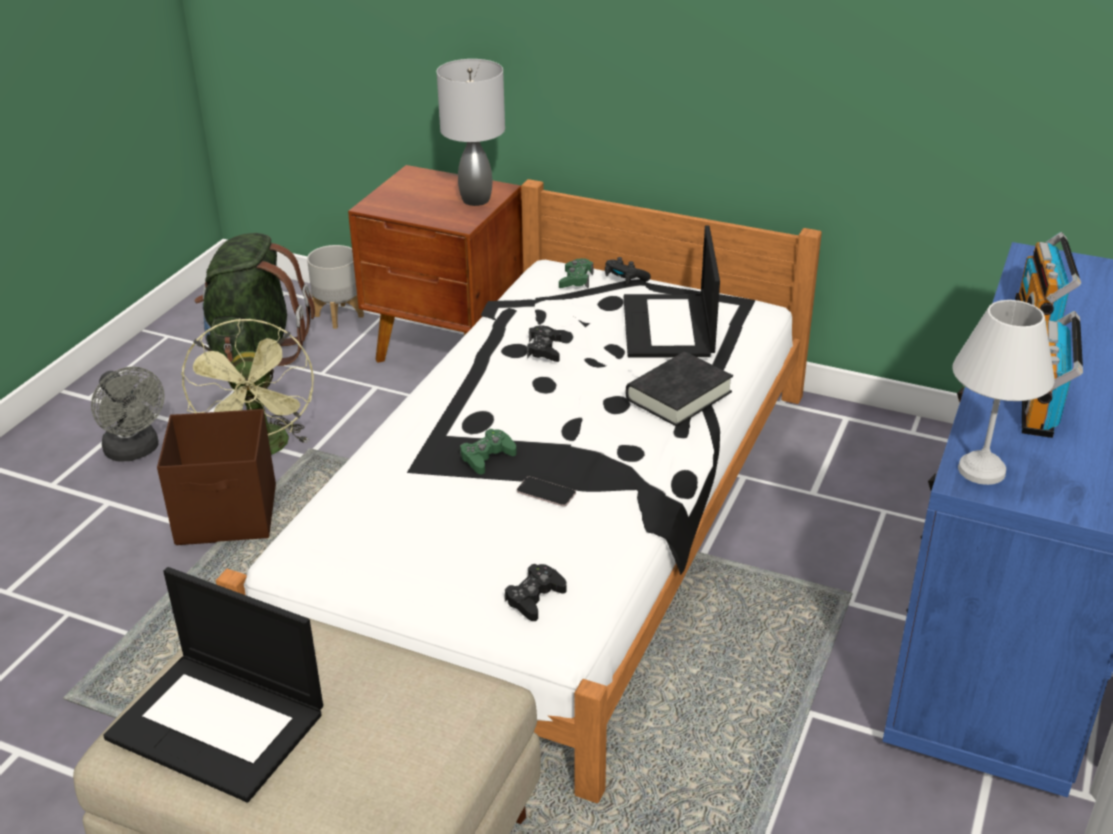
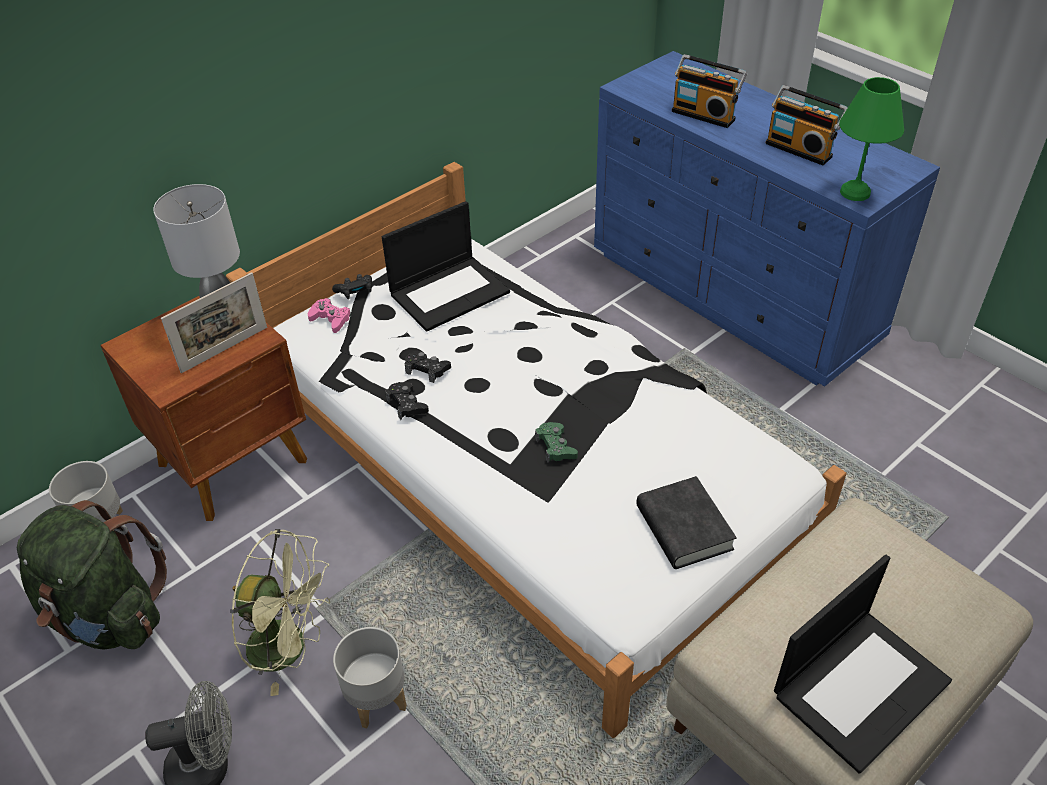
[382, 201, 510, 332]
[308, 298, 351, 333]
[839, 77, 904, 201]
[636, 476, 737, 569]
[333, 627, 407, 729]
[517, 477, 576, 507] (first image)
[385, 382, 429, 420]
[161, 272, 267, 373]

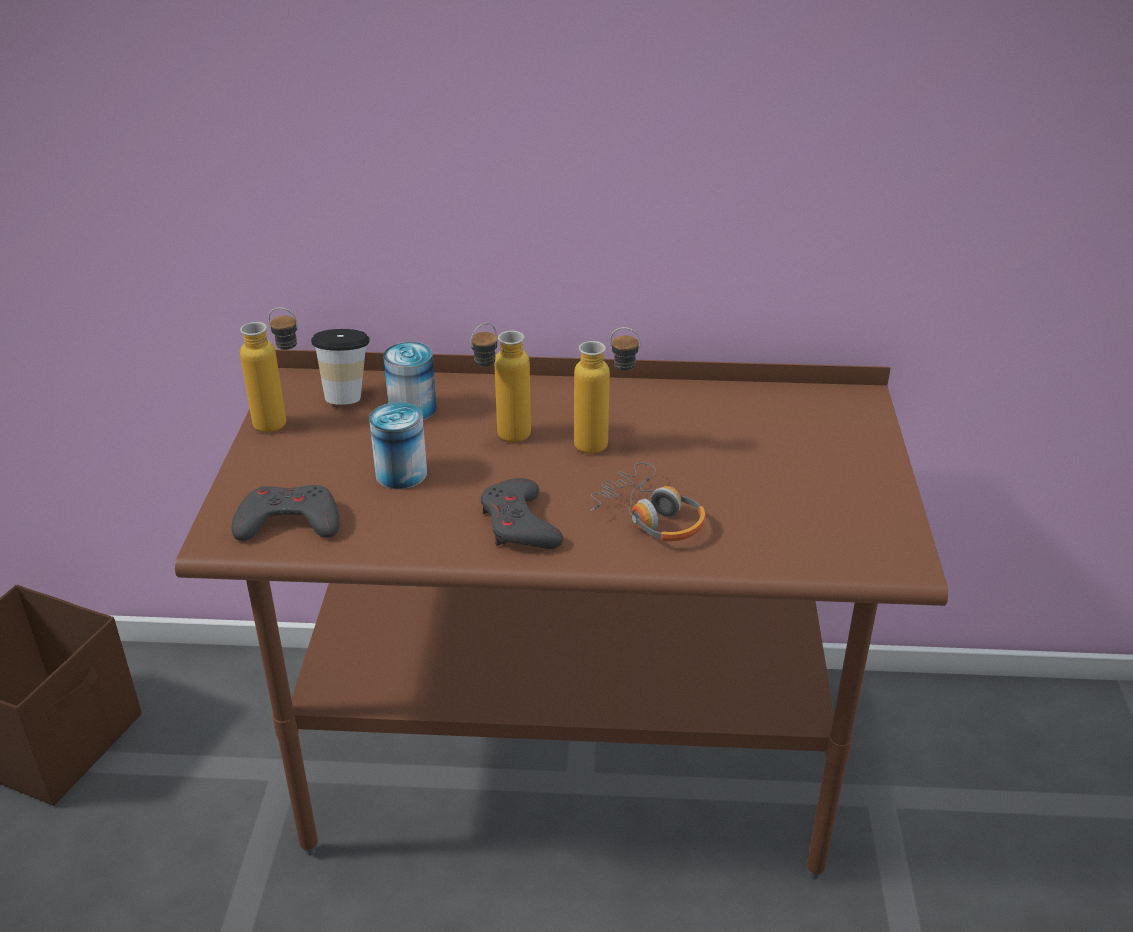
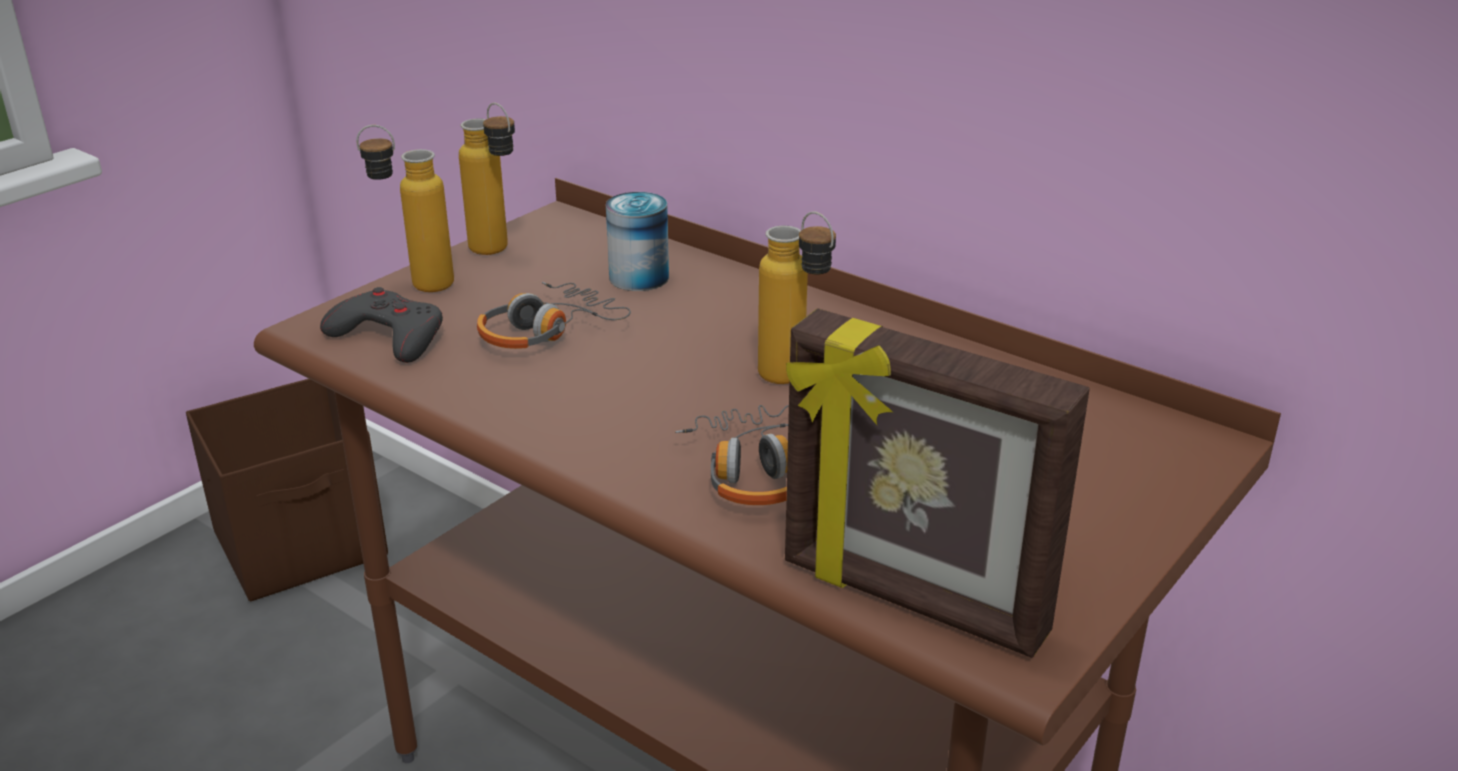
[356, 125, 454, 292]
[311, 329, 370, 405] (first image)
[477, 282, 631, 349]
[481, 478, 563, 549] (first image)
[785, 308, 1090, 658]

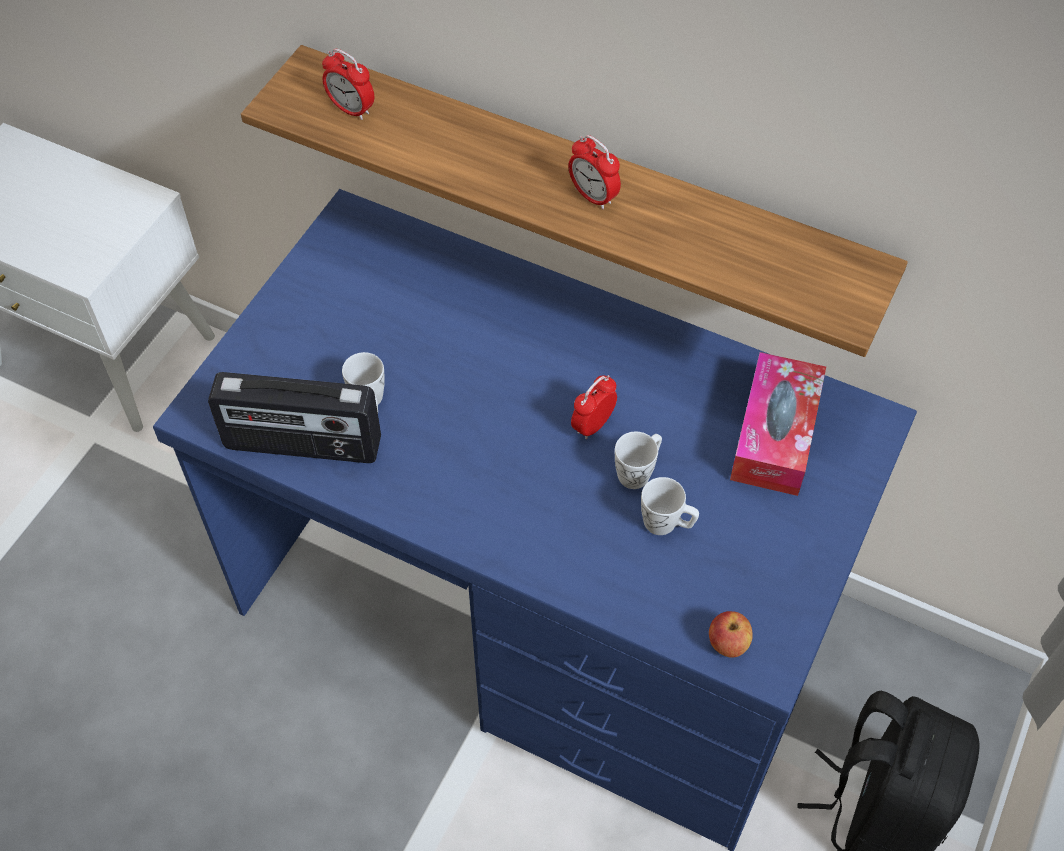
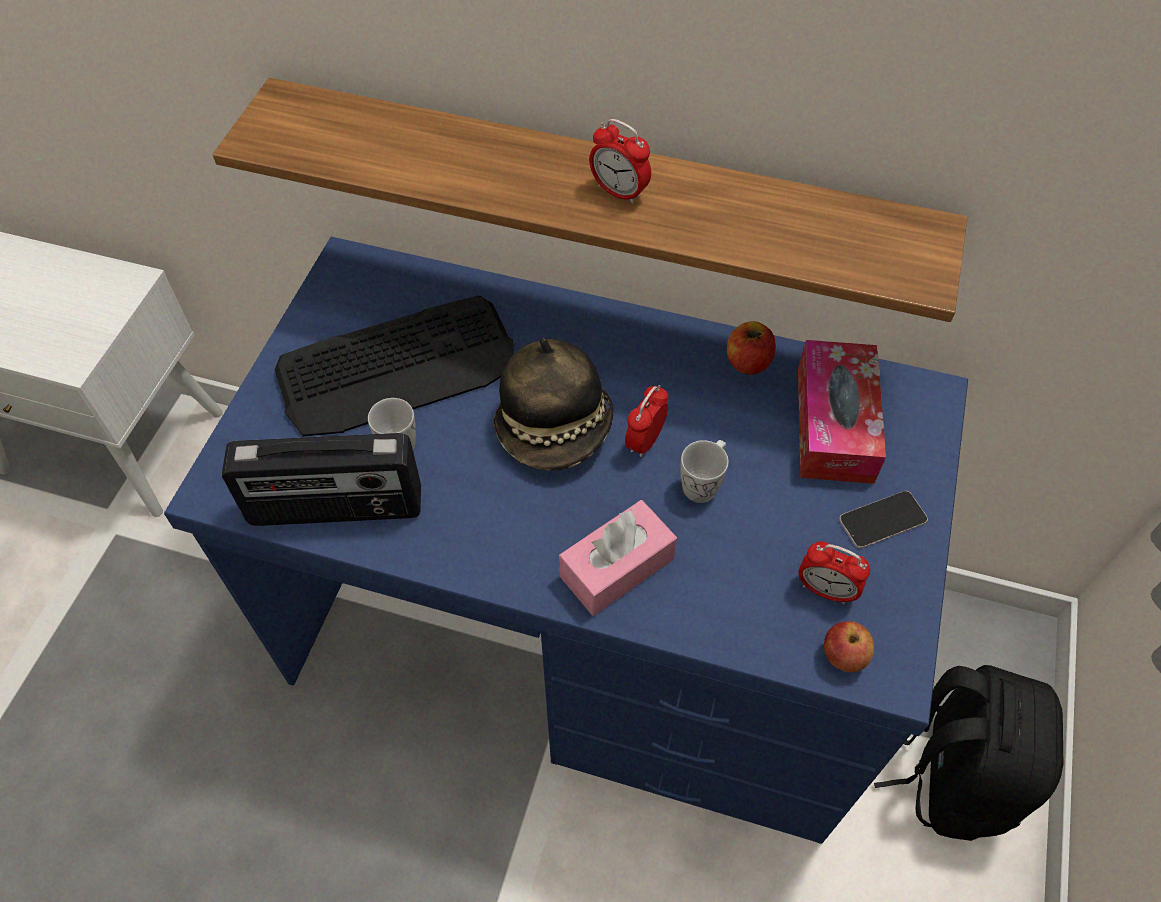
[798, 541, 870, 604]
[641, 477, 699, 535] (first image)
[274, 296, 514, 436]
[727, 321, 776, 375]
[494, 338, 614, 471]
[839, 491, 928, 548]
[559, 500, 677, 616]

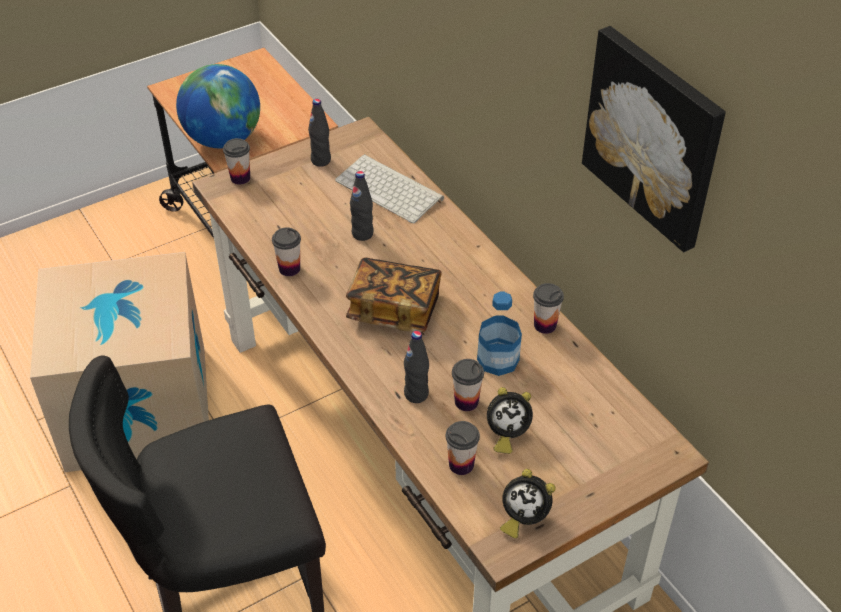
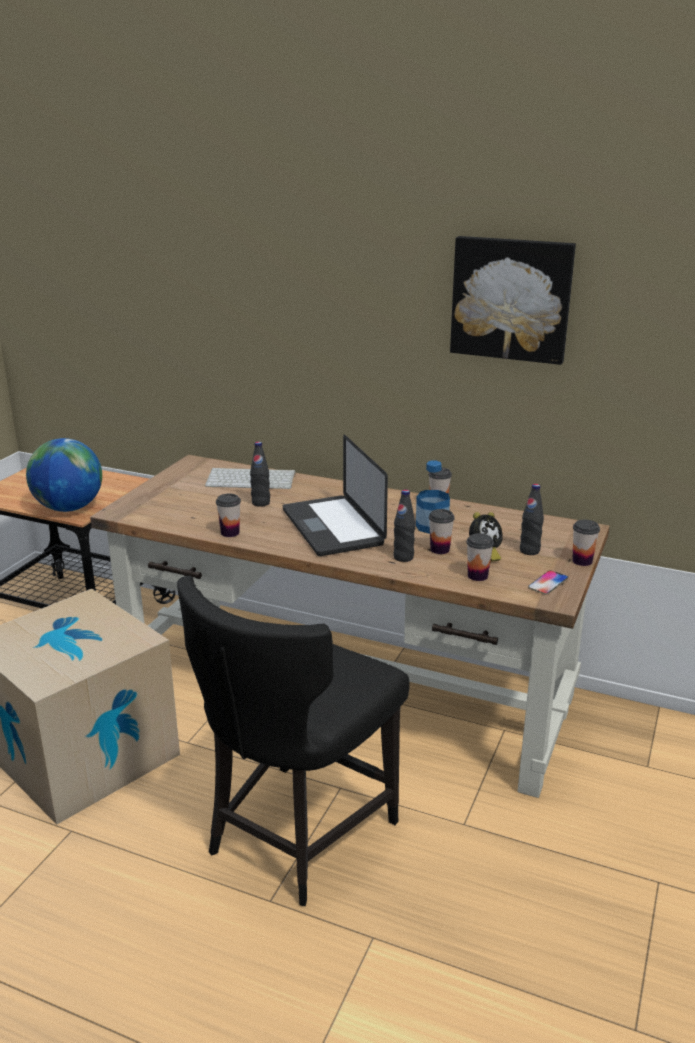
[520, 484, 544, 555]
[572, 520, 600, 566]
[283, 435, 388, 556]
[528, 570, 568, 595]

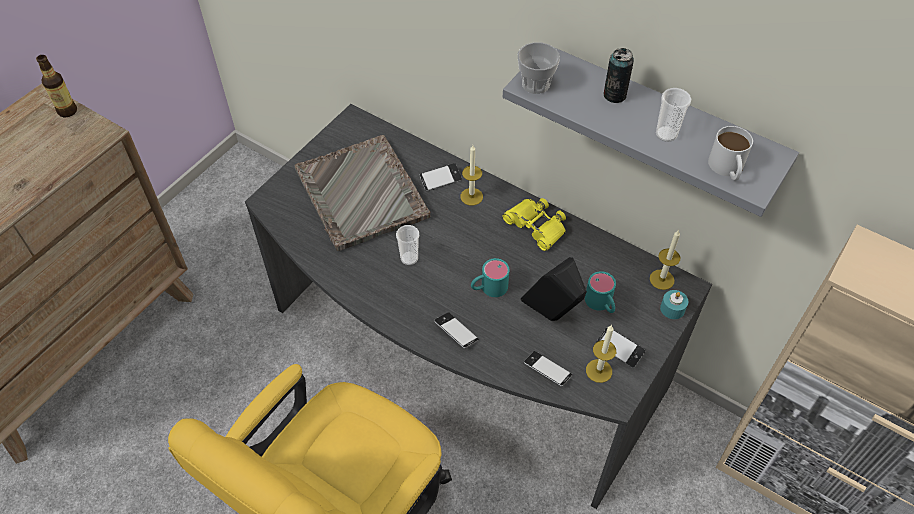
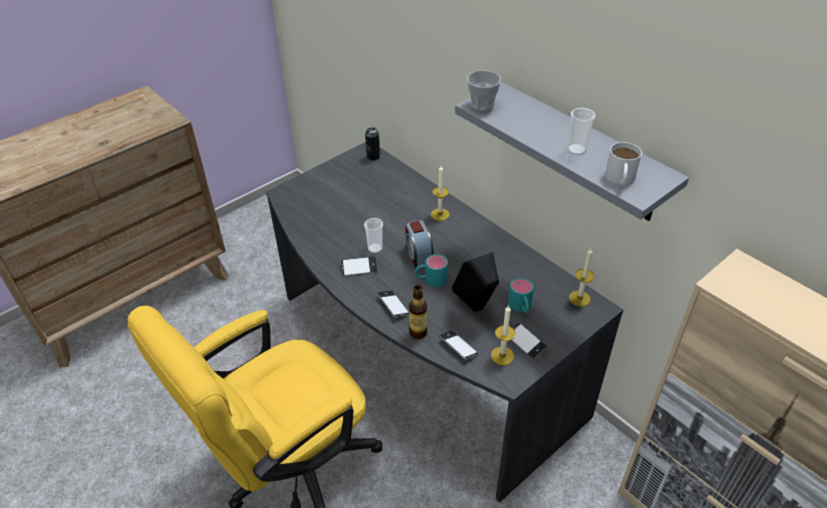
[365, 127, 380, 161]
[409, 285, 427, 339]
[294, 135, 430, 251] (first image)
[341, 256, 378, 276]
[502, 198, 566, 251] (first image)
[660, 290, 688, 319] (first image)
[405, 220, 434, 267]

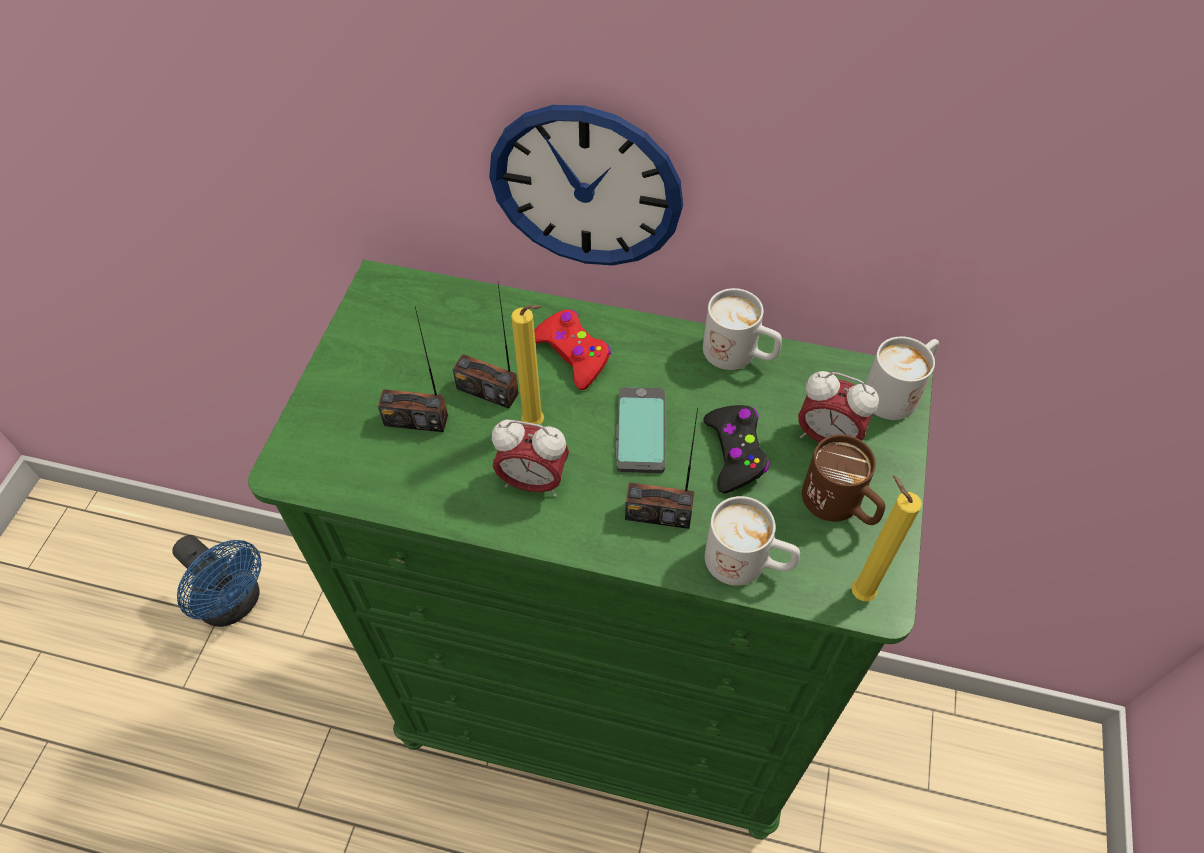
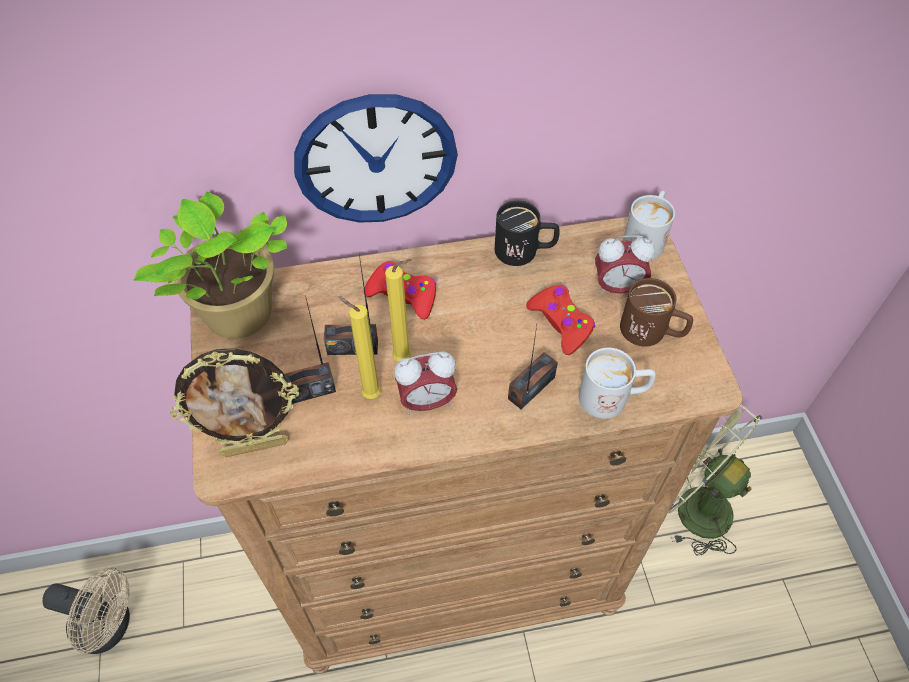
[190, 216, 742, 674]
[495, 201, 560, 266]
[615, 387, 665, 473] (first image)
[526, 285, 595, 355]
[508, 325, 558, 409]
[338, 296, 381, 399]
[43, 568, 130, 654]
[133, 192, 287, 339]
[170, 348, 299, 457]
[668, 404, 762, 556]

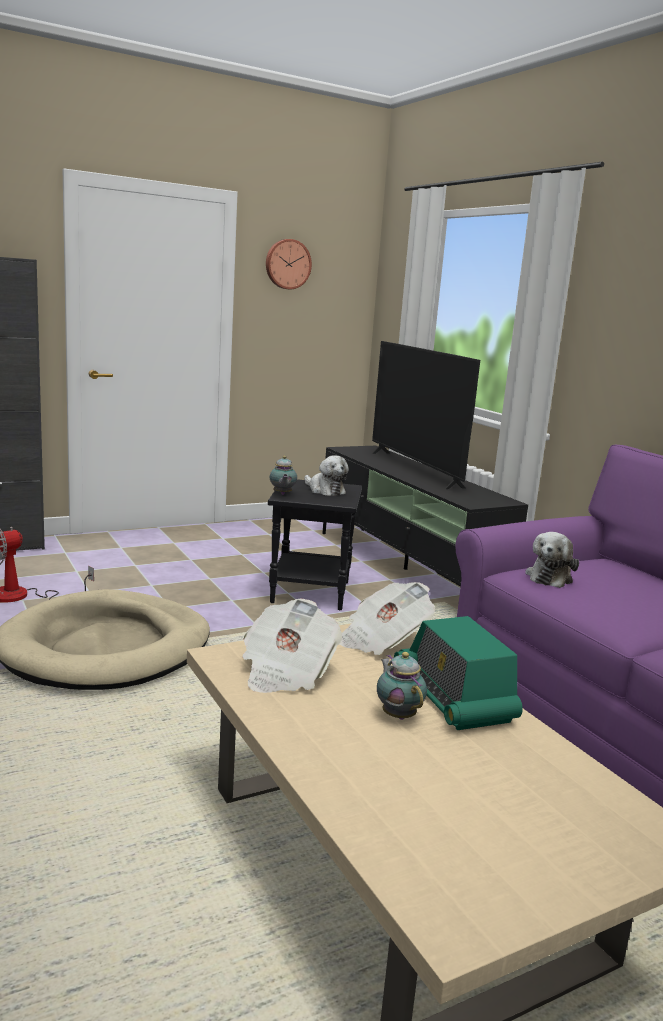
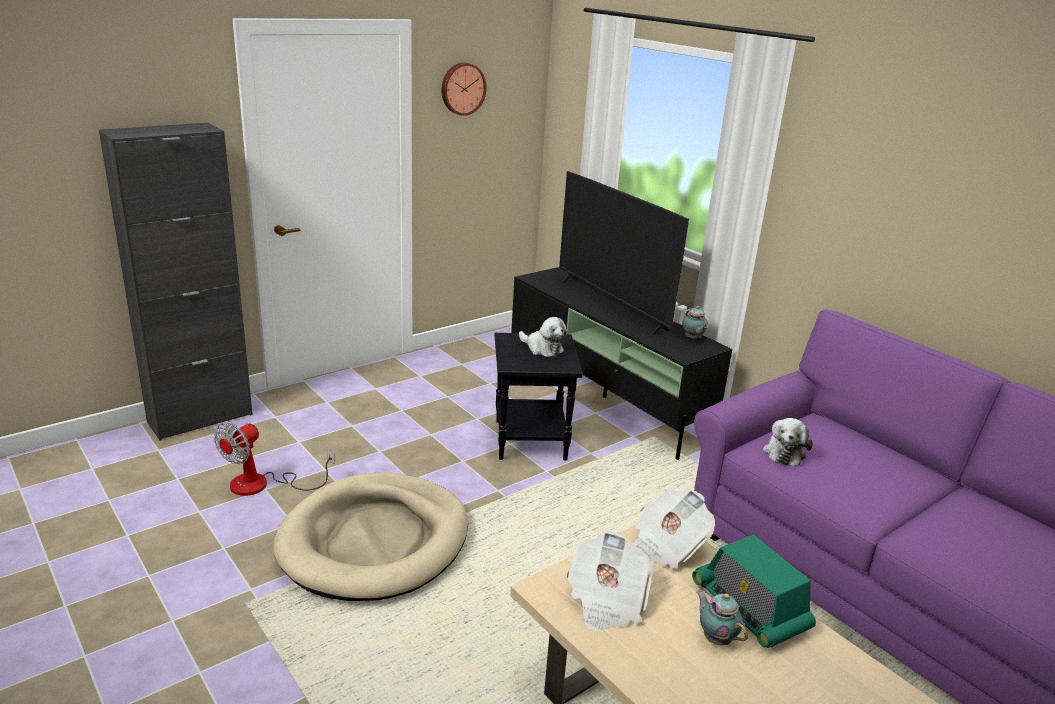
[682, 306, 708, 340]

